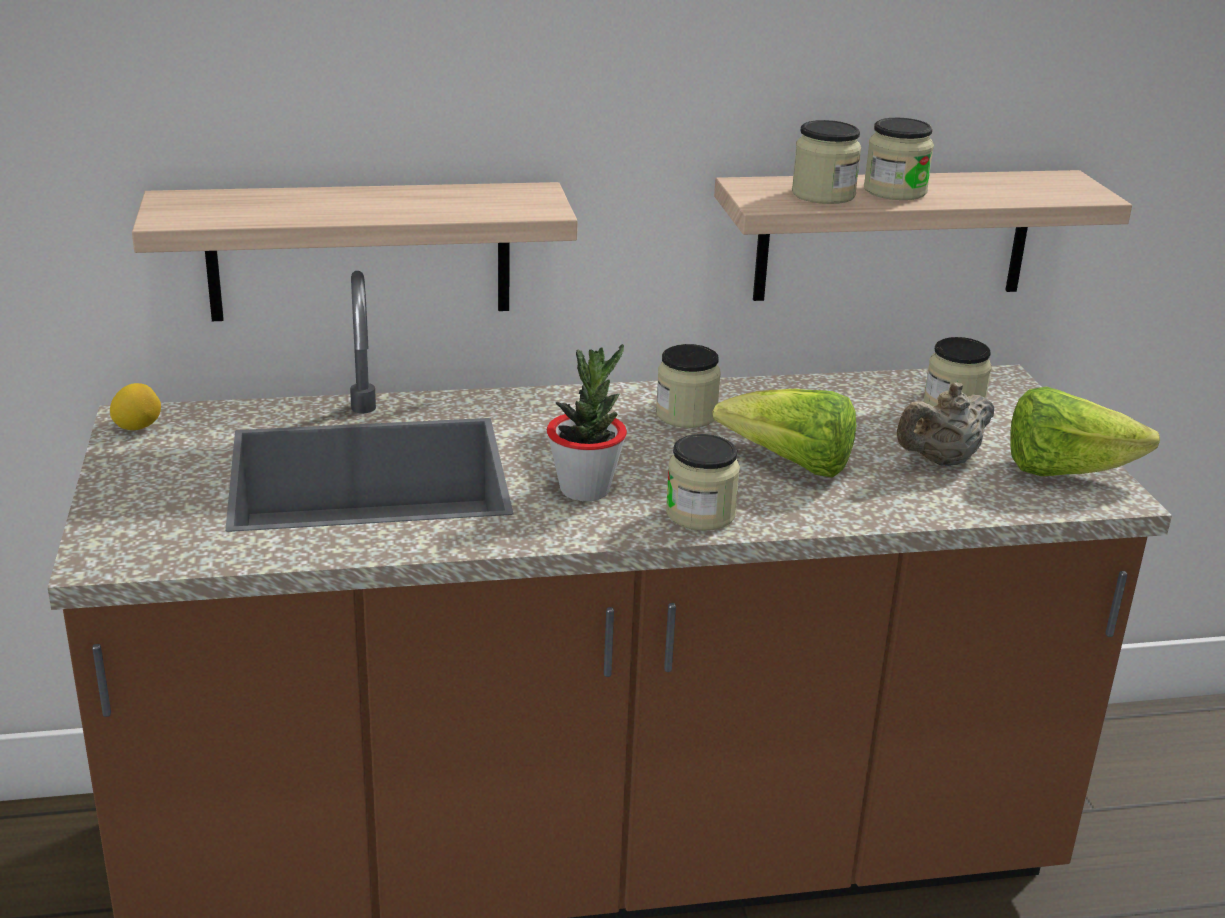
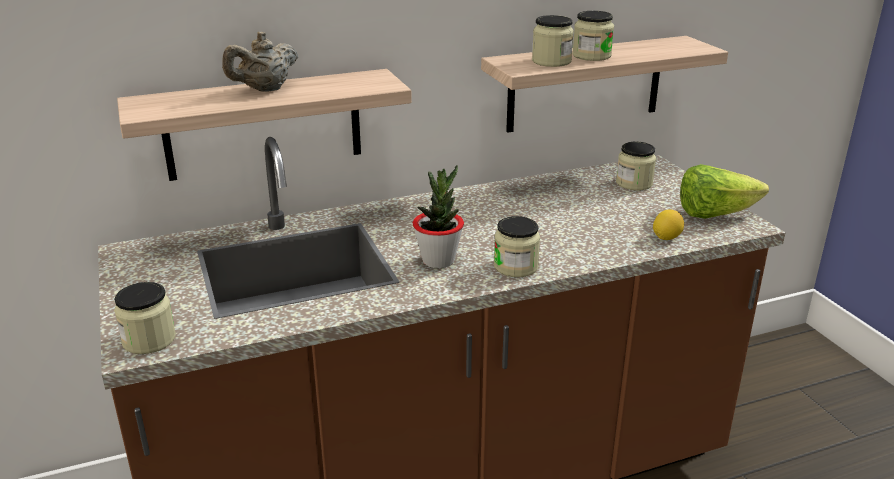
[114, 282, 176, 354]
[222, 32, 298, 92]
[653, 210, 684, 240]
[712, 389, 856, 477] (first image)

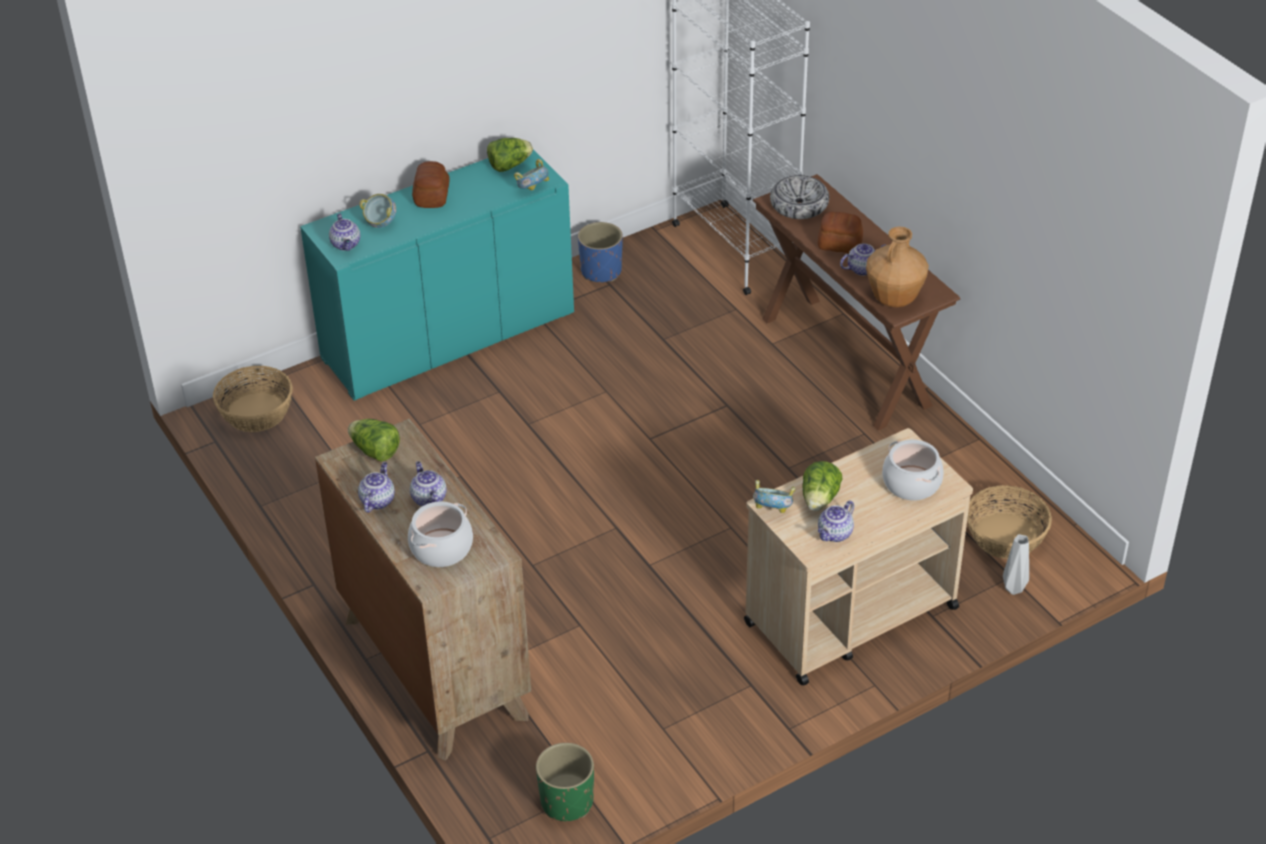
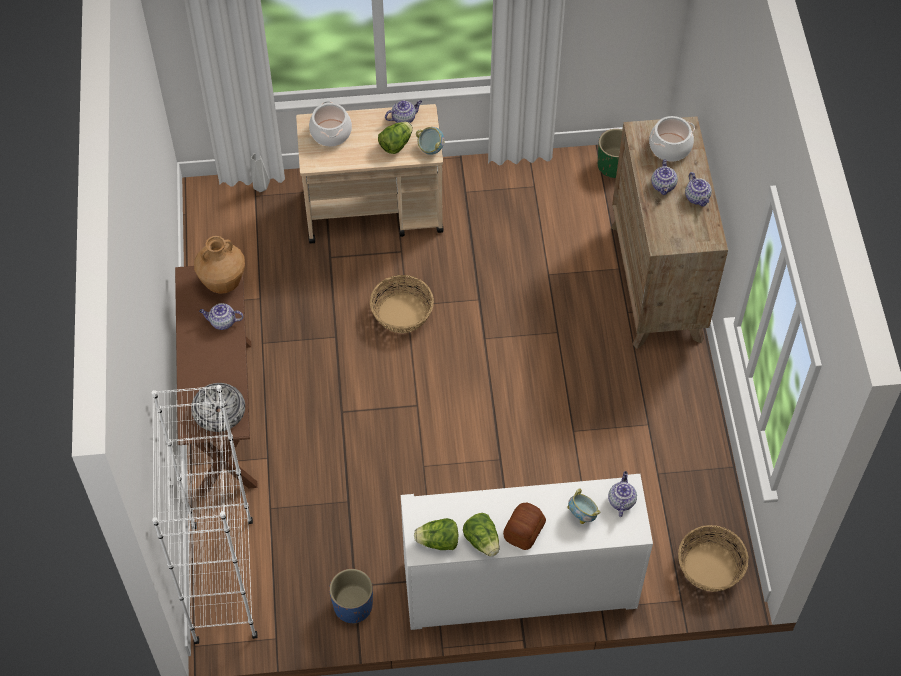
[401, 474, 653, 630]
[514, 159, 549, 191] (first image)
[818, 212, 863, 254] (first image)
[463, 513, 500, 557]
[685, 172, 712, 206]
[370, 275, 434, 333]

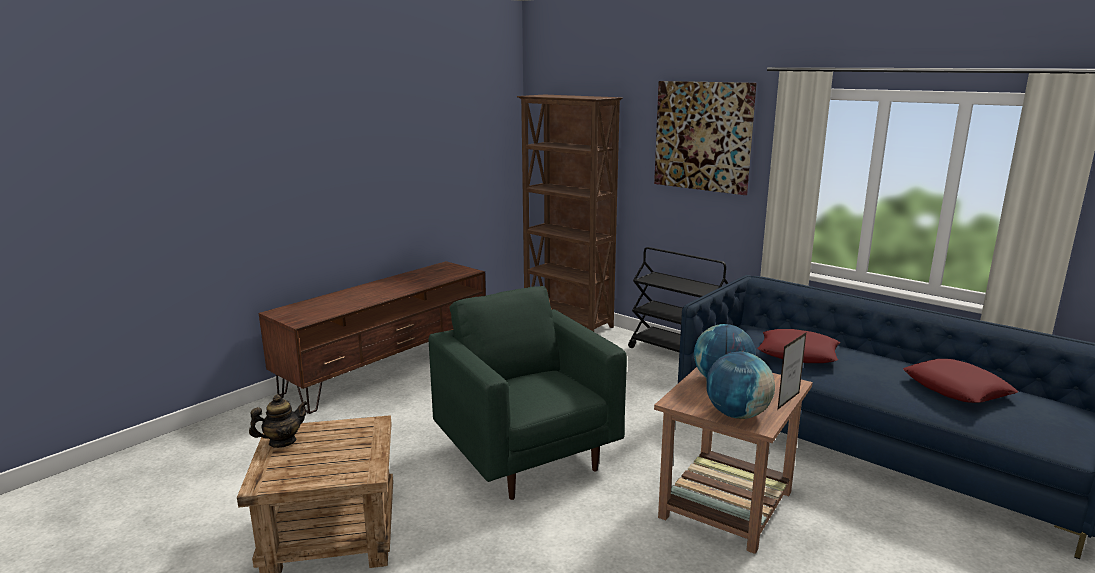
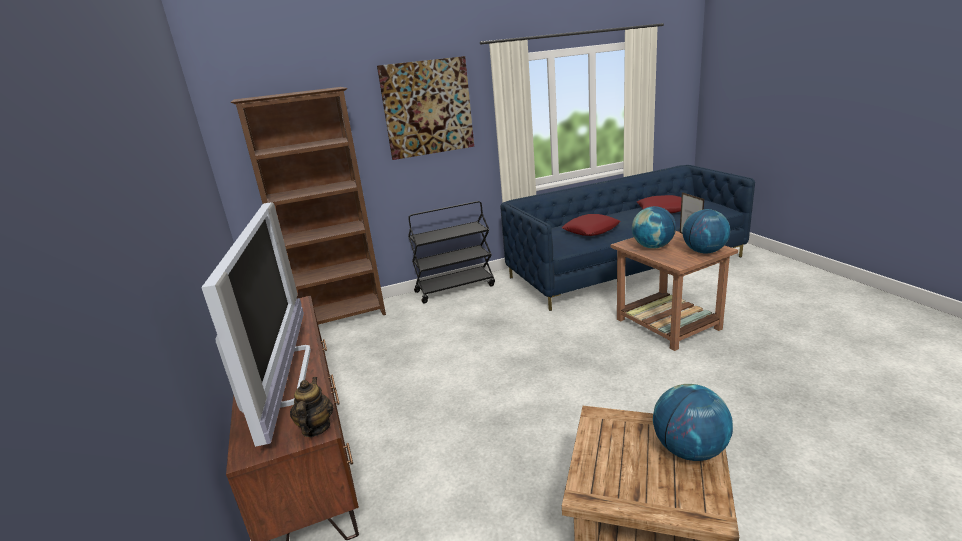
[429, 286, 627, 500] (first image)
[290, 377, 334, 437]
[201, 202, 311, 447]
[653, 384, 733, 461]

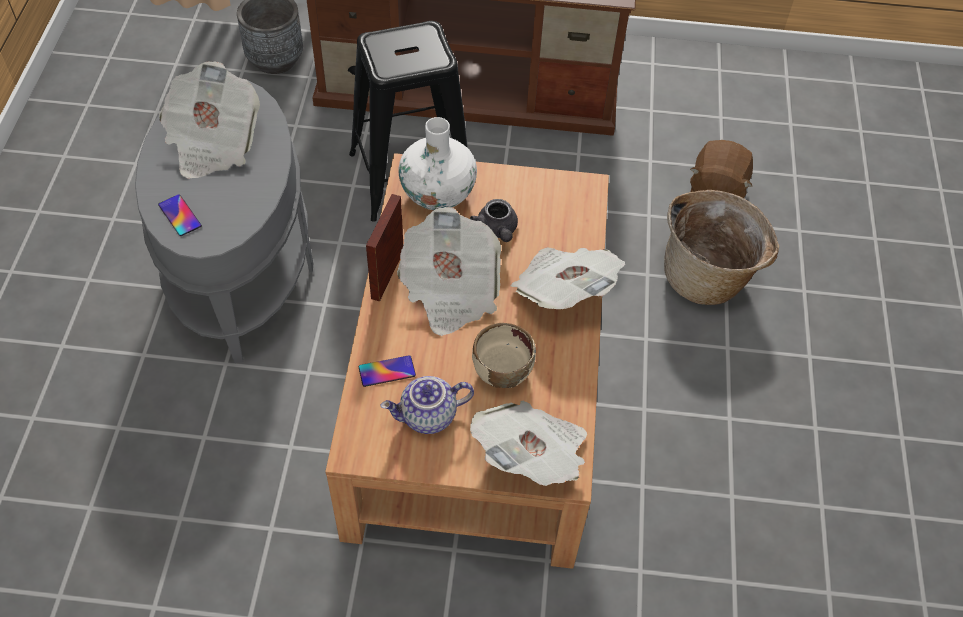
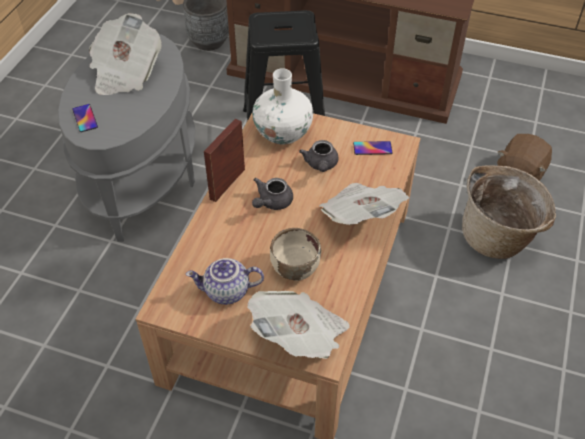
[252, 178, 293, 210]
[353, 141, 392, 155]

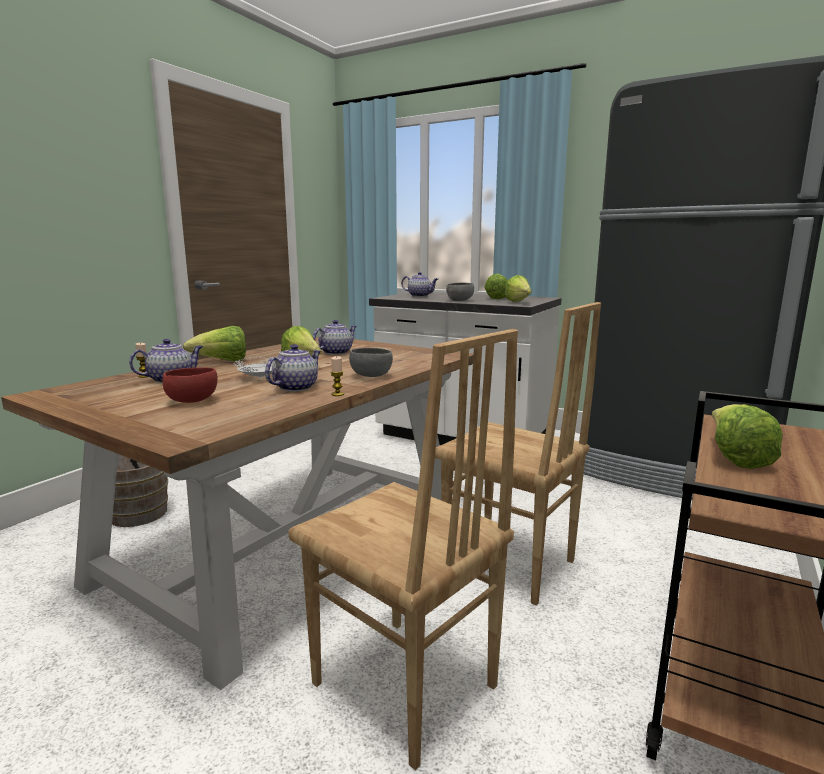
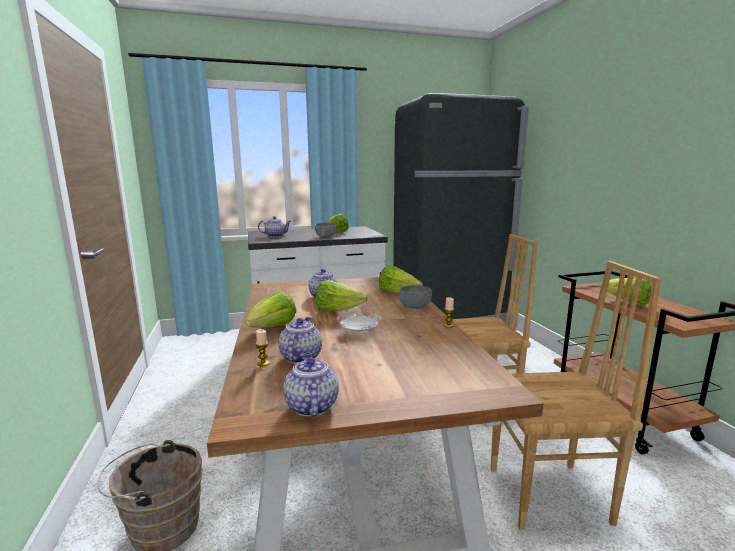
[379, 266, 423, 293]
[283, 353, 339, 416]
[163, 367, 218, 403] (first image)

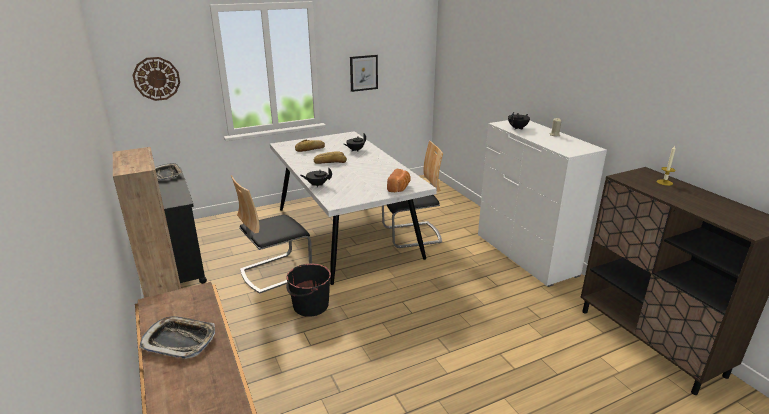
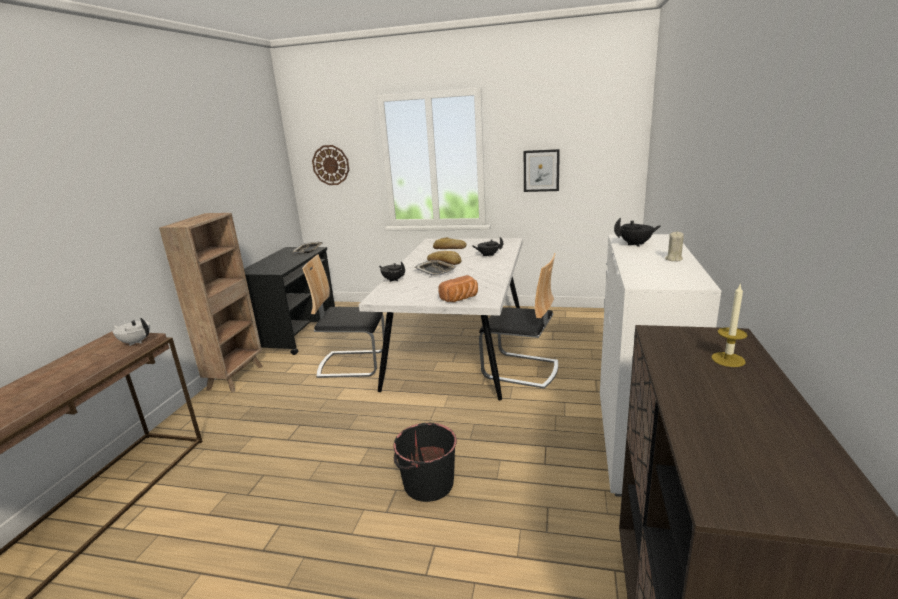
[393, 423, 457, 502]
[415, 260, 456, 276]
[113, 318, 150, 346]

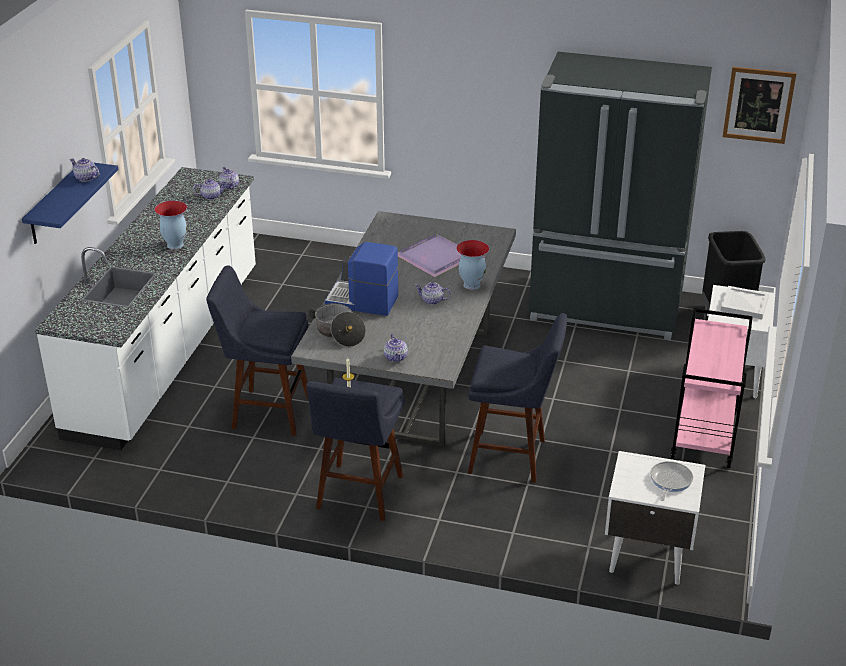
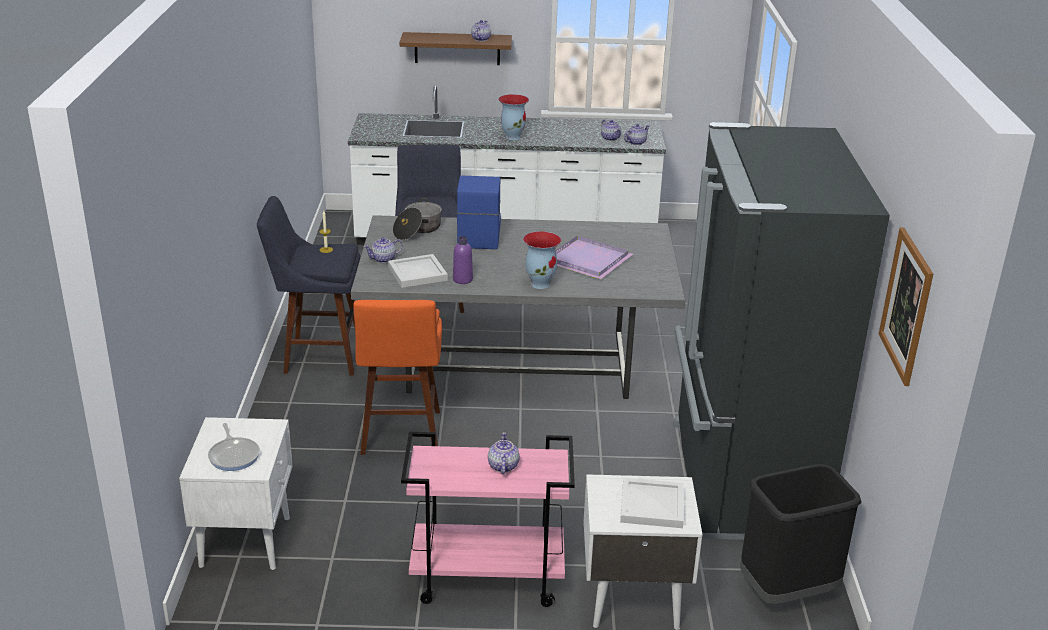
[399, 32, 512, 65]
[488, 432, 520, 474]
[353, 300, 442, 455]
[208, 423, 260, 471]
[453, 236, 473, 284]
[388, 254, 448, 288]

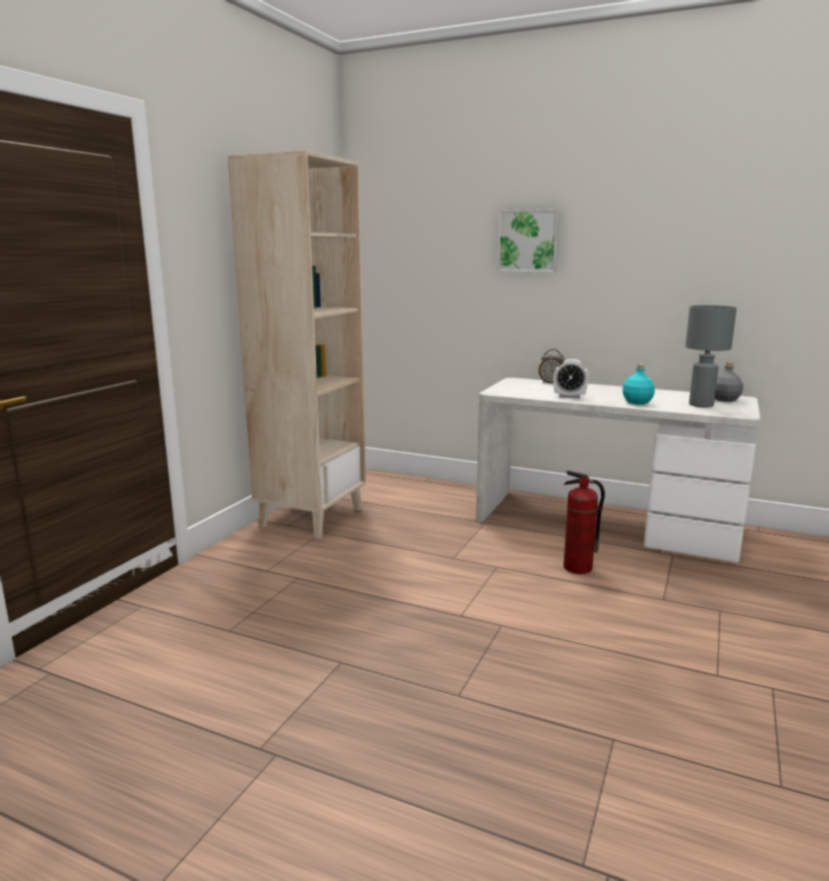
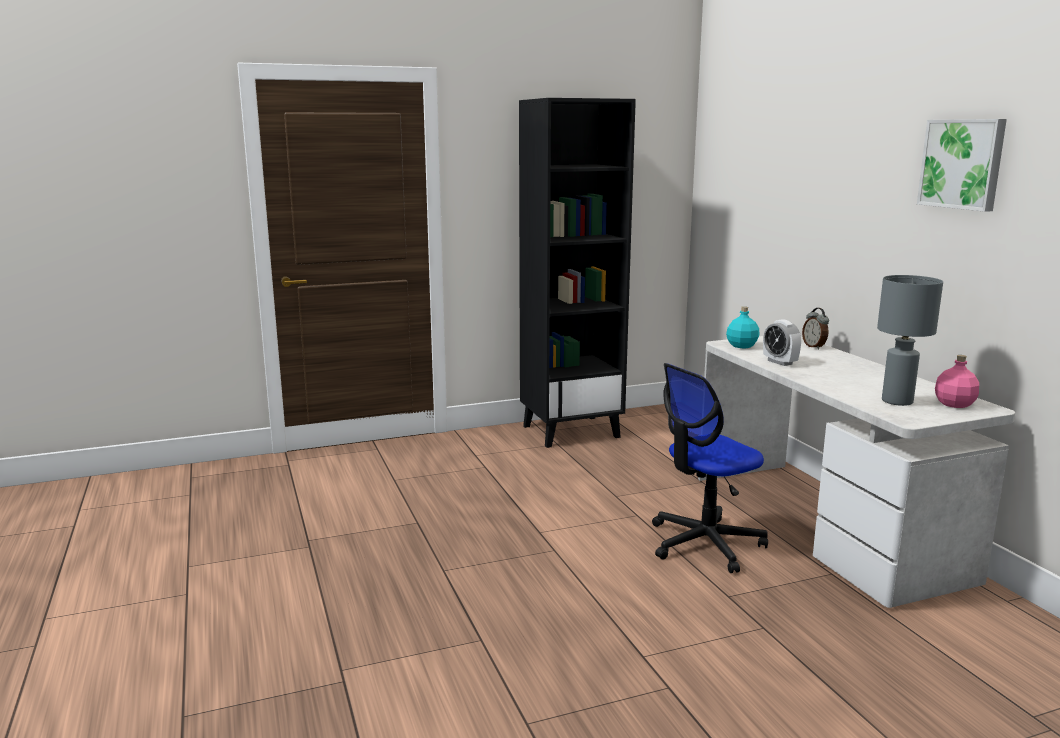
[519, 98, 636, 448]
[917, 119, 1007, 212]
[935, 355, 979, 408]
[726, 306, 759, 348]
[652, 363, 768, 573]

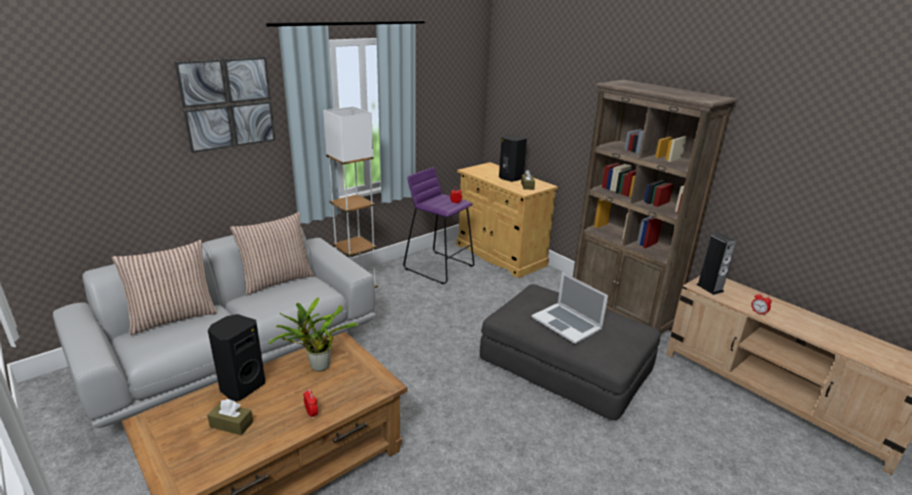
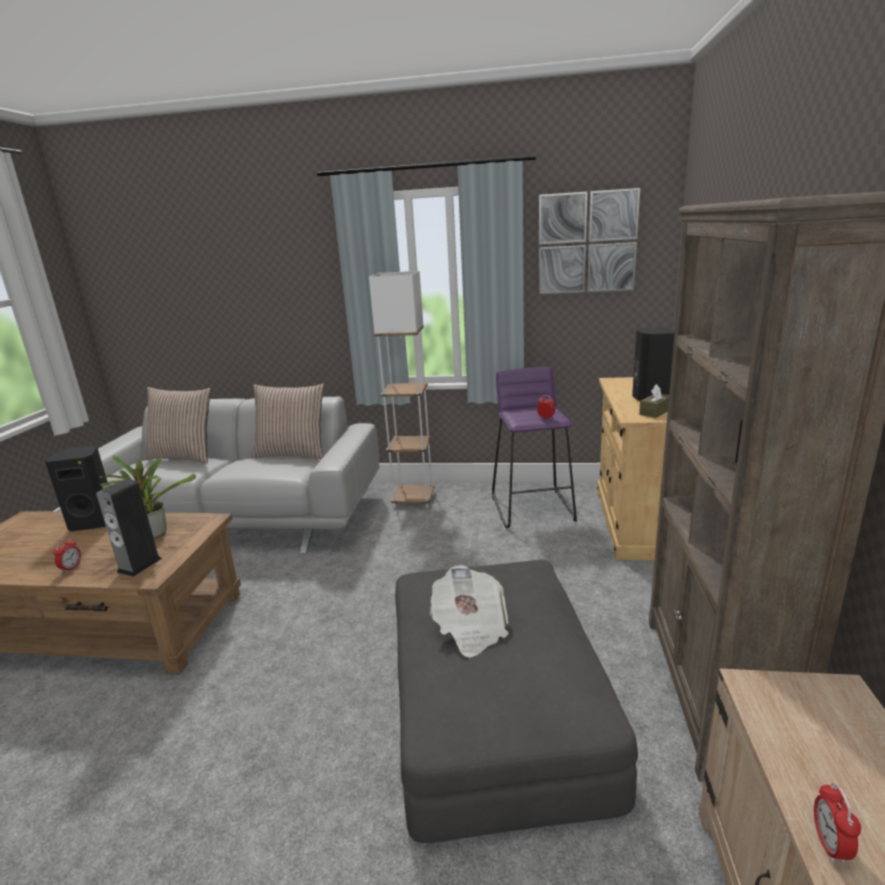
[539, 188, 640, 295]
[96, 479, 162, 577]
[430, 565, 508, 658]
[207, 399, 253, 435] (first image)

